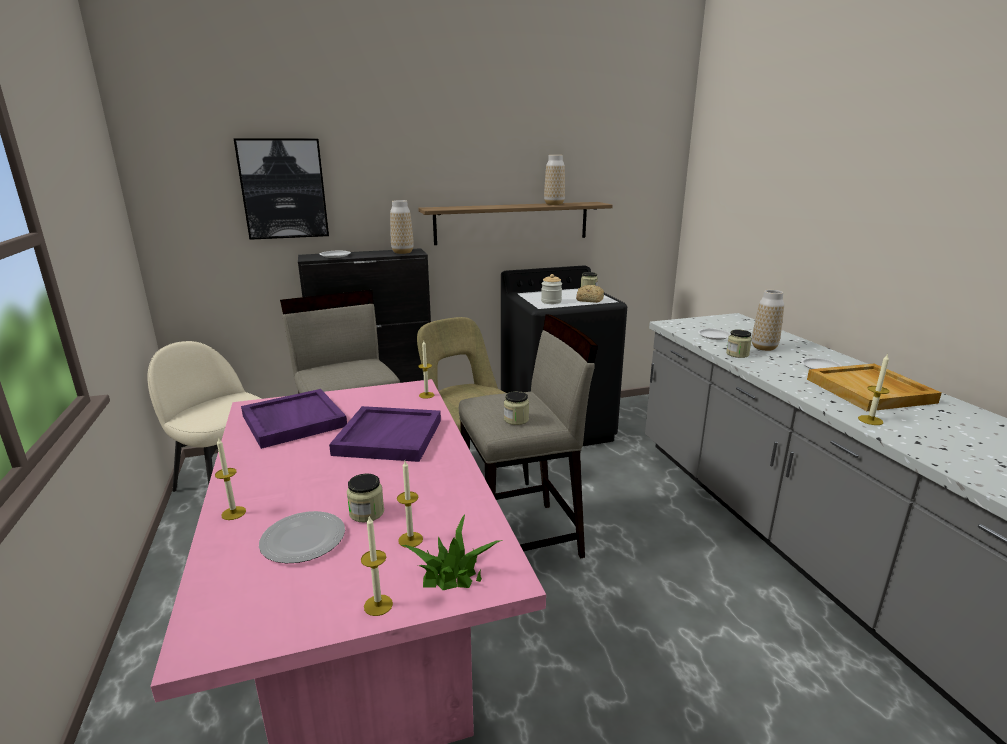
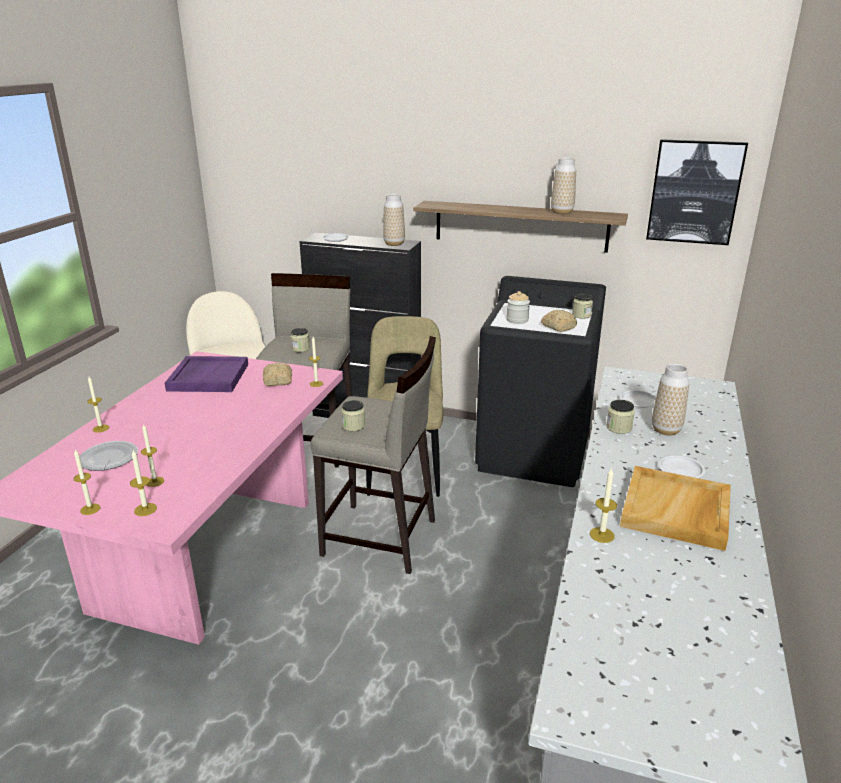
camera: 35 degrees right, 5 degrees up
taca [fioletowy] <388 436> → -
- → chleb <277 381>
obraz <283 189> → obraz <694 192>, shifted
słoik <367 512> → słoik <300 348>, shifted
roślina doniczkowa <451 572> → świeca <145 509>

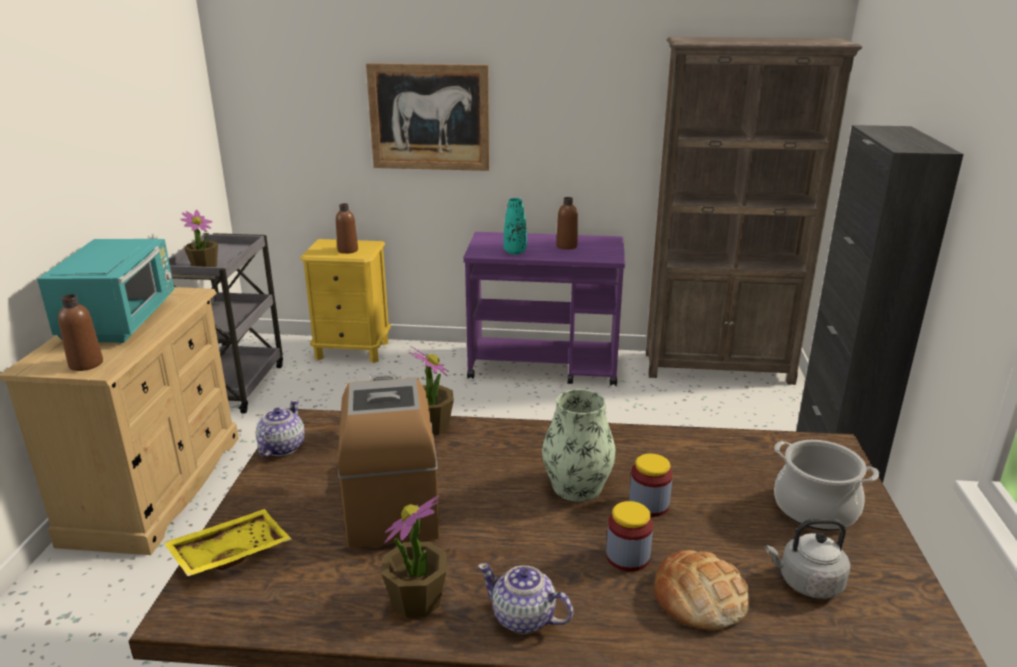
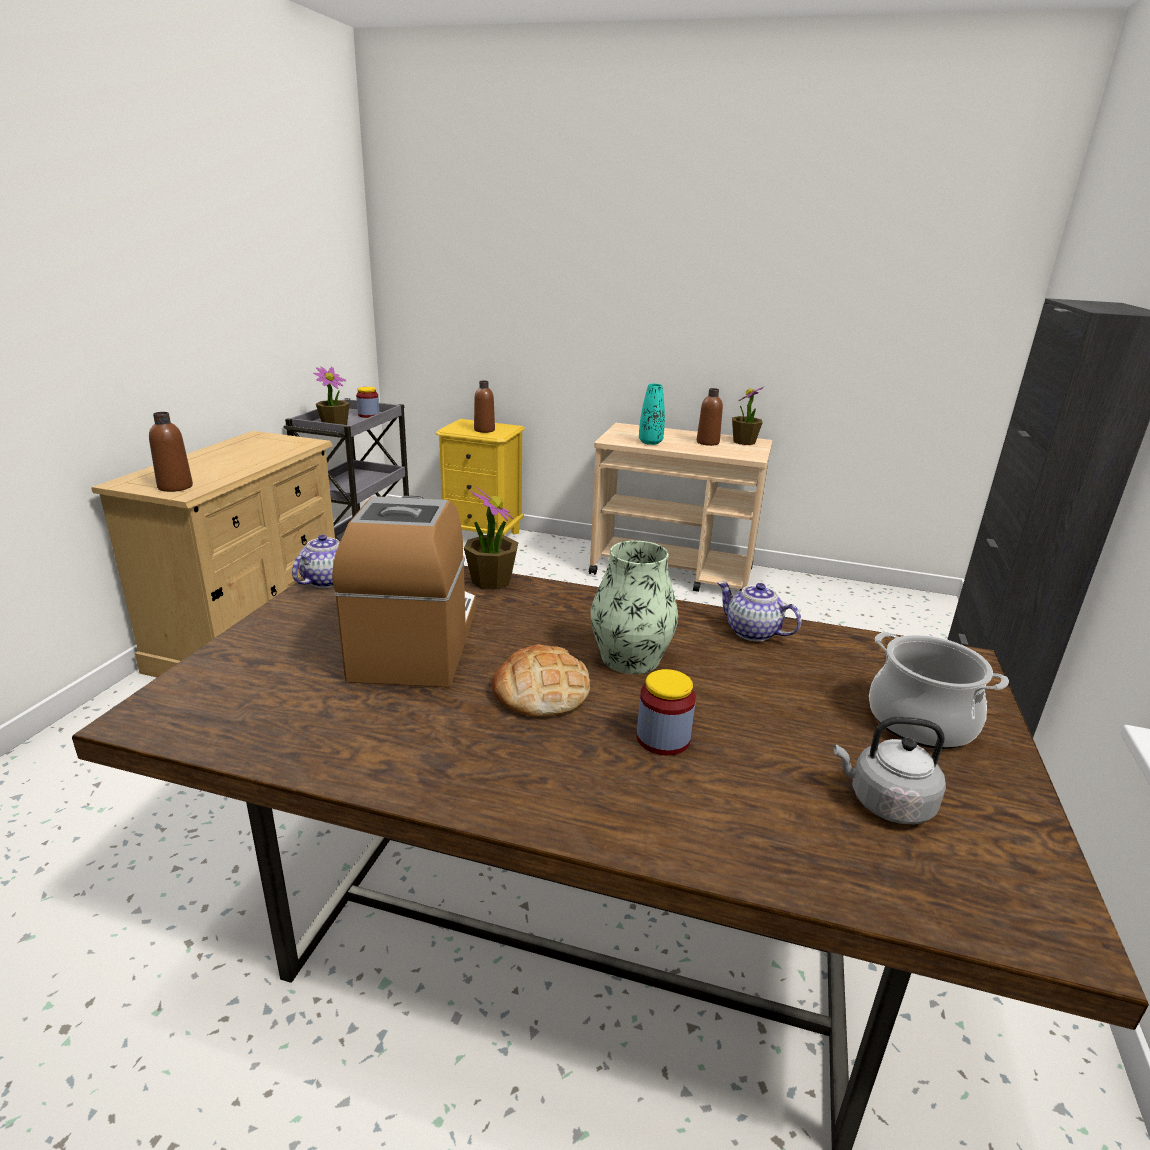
camera: 10 degrees right, 0 degrees up
mikrofalówka [turkusowy] <122 321> → -
taca [żółty] <230 552> → -
obraz <429 117> → -
regał [brązowy] <719 368> → -
roślina doniczkowa <417 601> → roślina doniczkowa <744 442>, shifted
imbryk <524 618> → imbryk <753 632>, shifted
słoik <649 505> → słoik <368 415>, shifted
chleb <699 598> → chleb <540 690>, shifted
wózek [fioletowy] <544 366> → wózek [beżowy] <673 571>

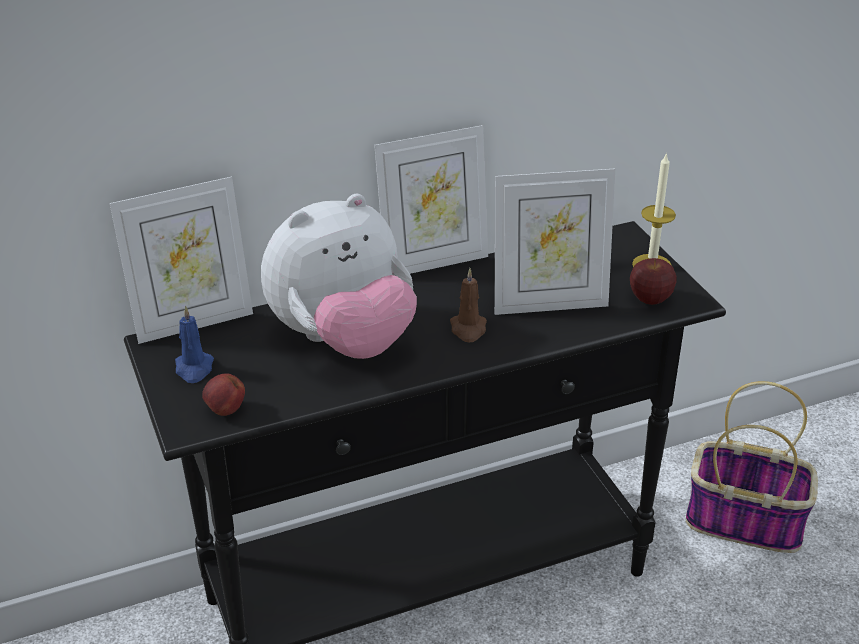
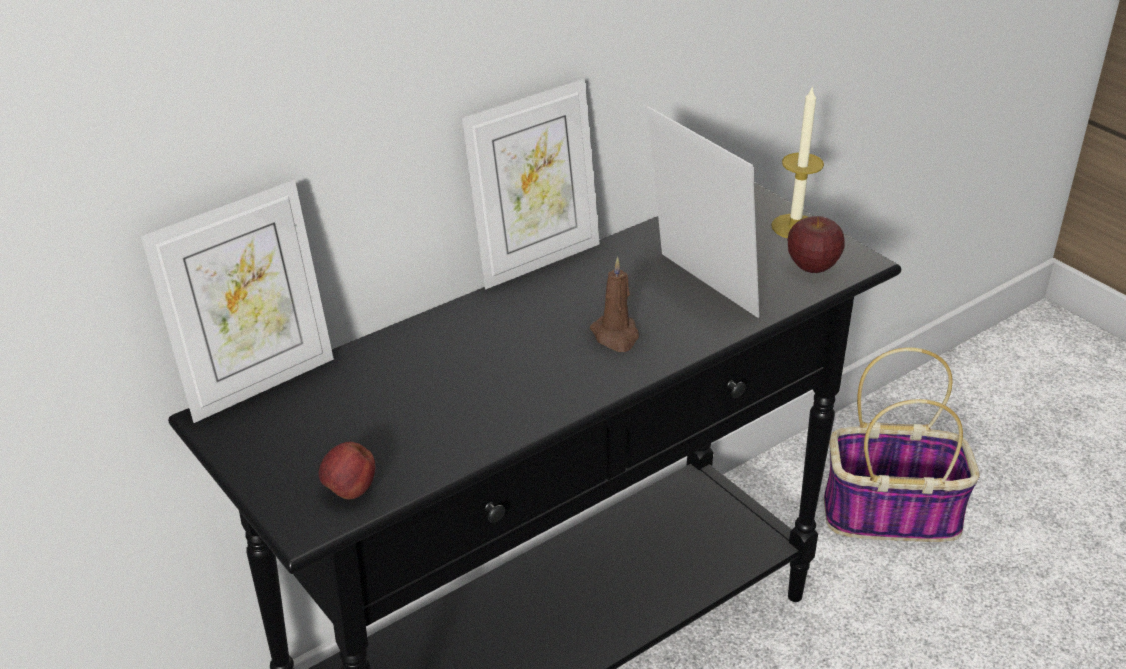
camera: 15 degrees left, 0 degrees up
świeca [niebieski] <194 369> → -
pluszak <343 340> → -
ramka na zdjęcie <549 303> → ramka na zdjęcie <698 289>, 105 degrees counterclockwise

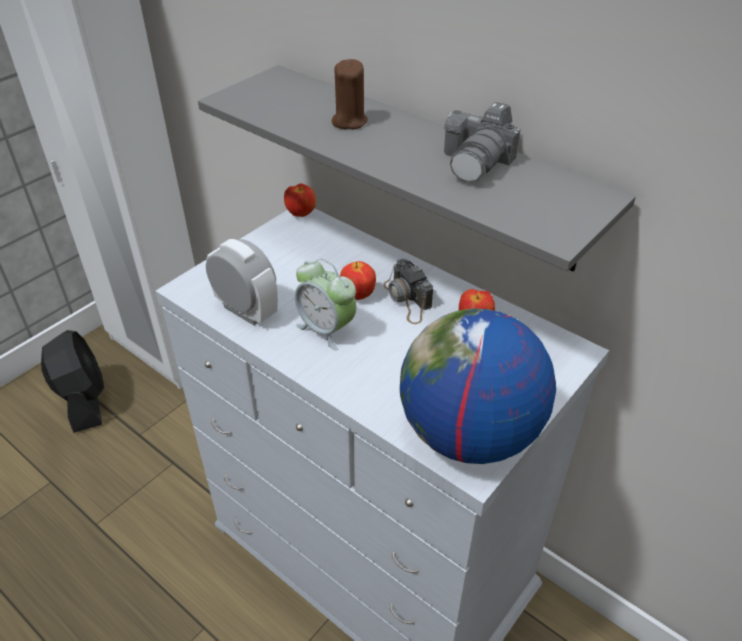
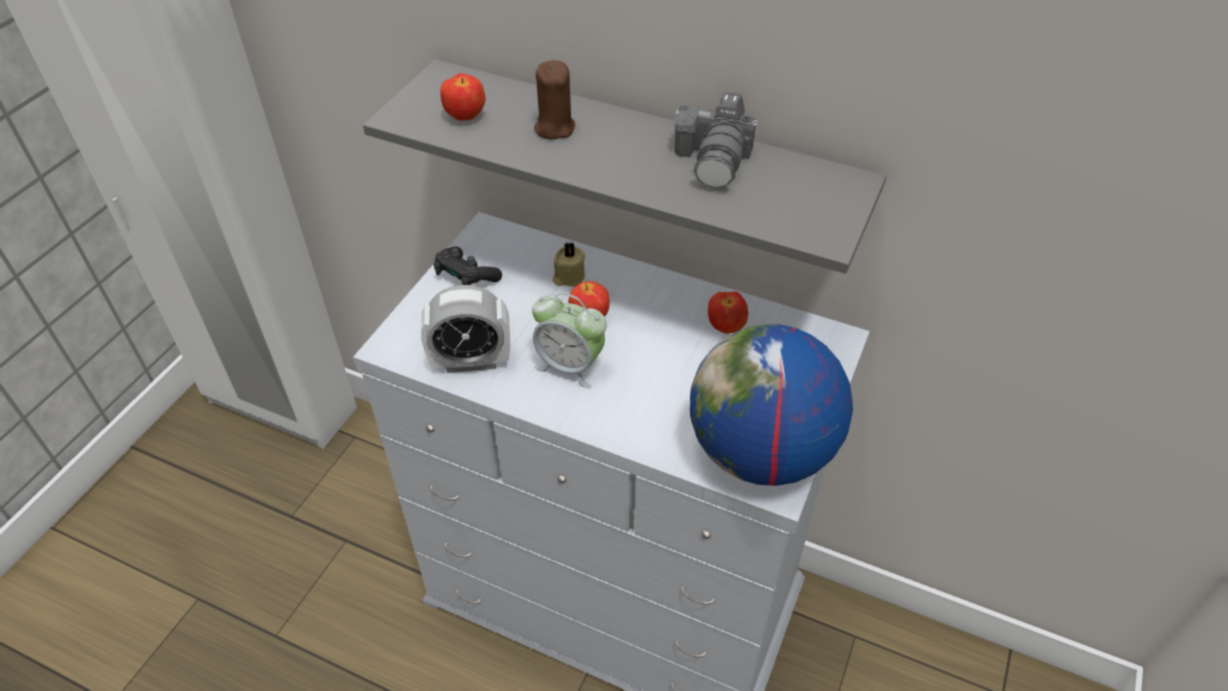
camera: 15 degrees left, 5 degrees up
wentylator [czarny] <84 400> → -
aparat fotograficzny <407 299> → -
- → pad do gier [czarny] <466 277>
- → świeca [beżowy] <568 277>
jabłko <301 214> → jabłko <465 117>, shifted
budzik <246 311> → budzik <471 361>, 150 degrees clockwise

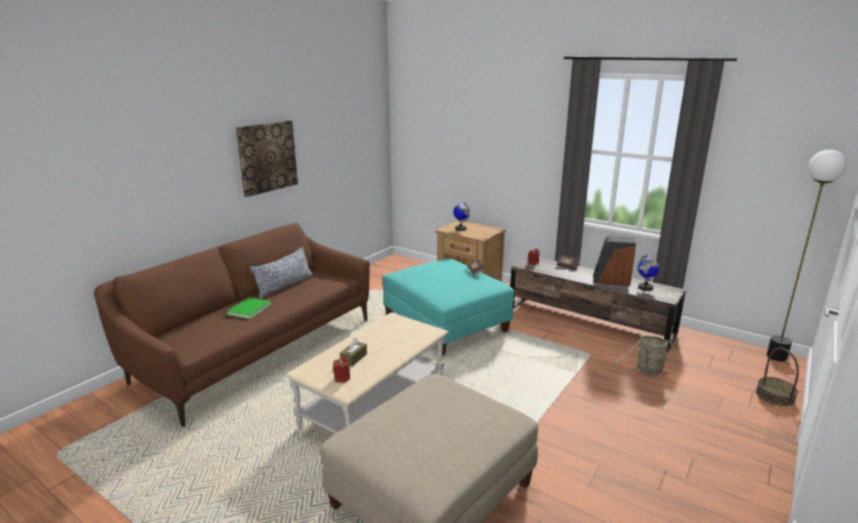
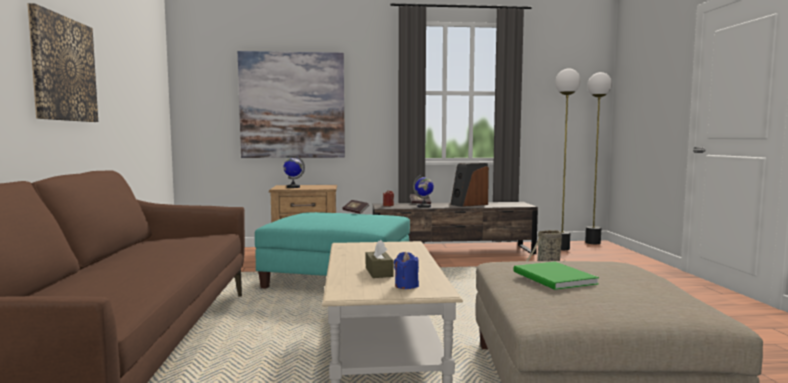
camera: 40 degrees left, 15 degrees down
poduszka <284 286> → -
koszyk <775 396> → -
- → obraz <292 105>
- → lampa stojąca <561 248>
książka [zielony] <247 309> → książka [zielony] <554 278>, shifted
globus <645 287> → globus <424 206>, shifted
świeca [czerwony] <342 378> → świeca [niebieski] <406 286>

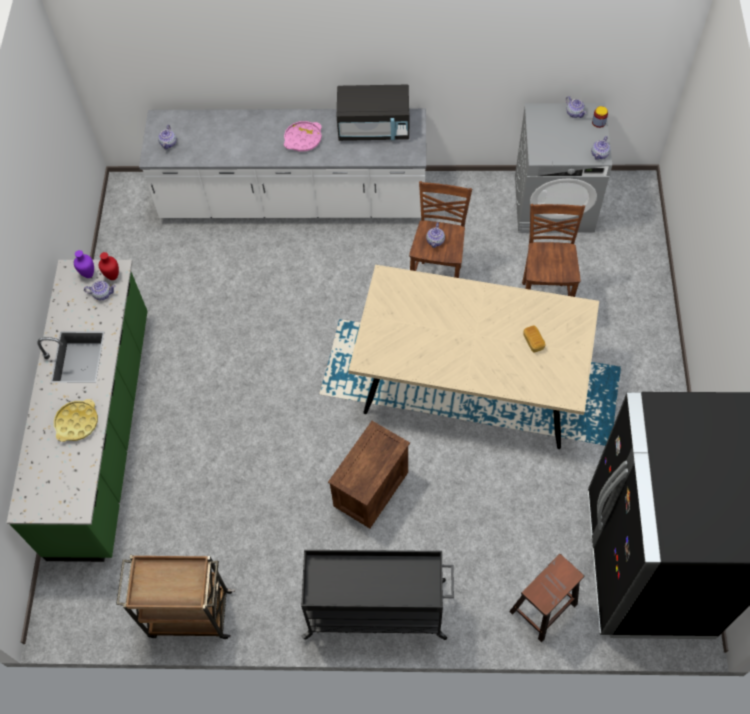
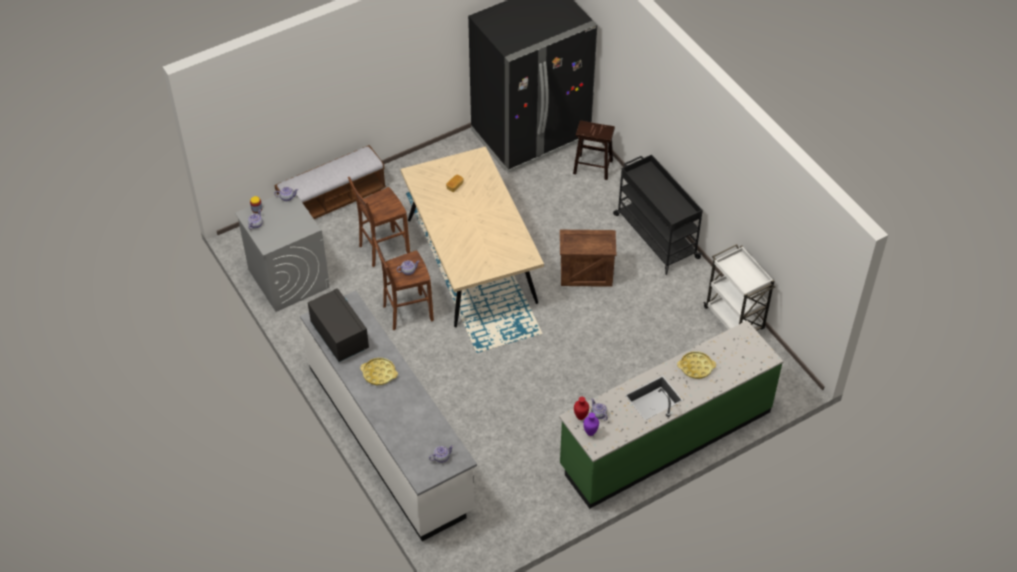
camera: 125 degrees left, 10 degrees down
- → ławka <333 200>
wózek [brązowy] <189 614> → wózek [biały] <734 319>
taca [różowy] <303 139> → taca [żółty] <379 373>

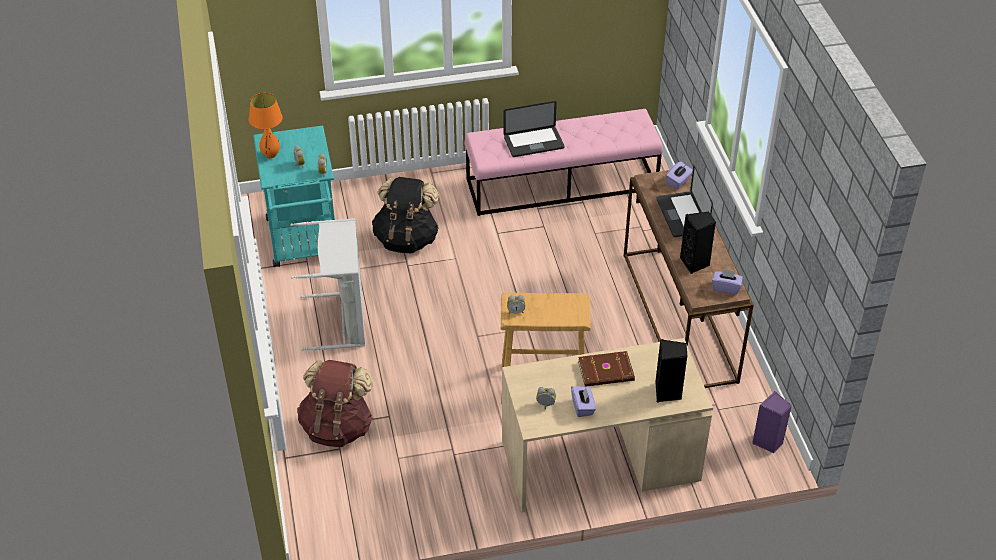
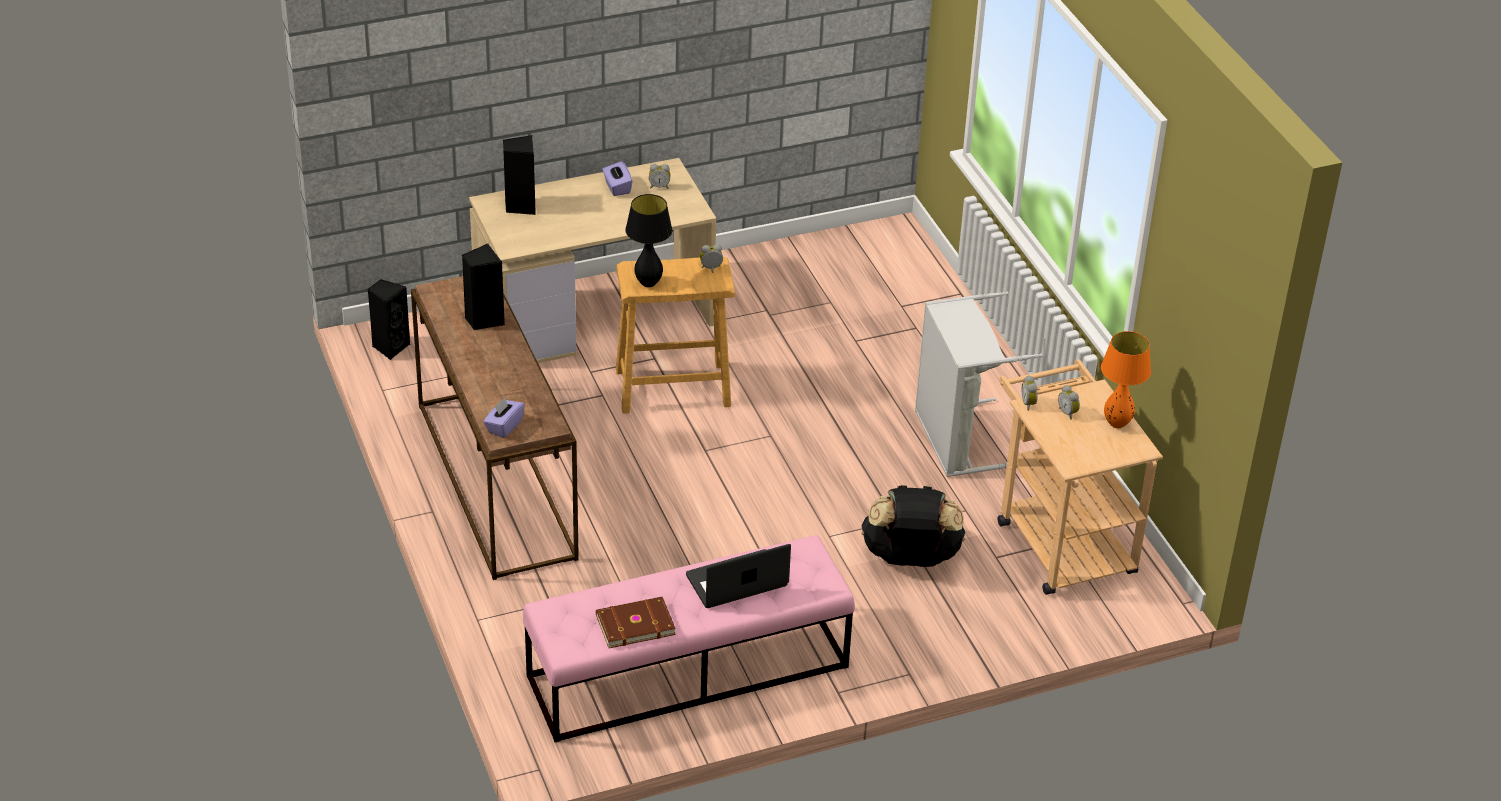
camera: 170 degrees right, 5 degrees down
plecak [brązowy] <337 427> → -
laptop <682 215> → -
pudełko chusteczek [fioletowy] <726 288> → -
- → lampa stołowa [czarny] <648 283>
książka [brązowy] <606 372> → książka [brązowy] <634 624>, shifted
wózek [turkusowy] <304 244> → wózek [beżowy] <1060 539>
głośnik [fioletowy] <768 442> → głośnik [czarny] <390 347>

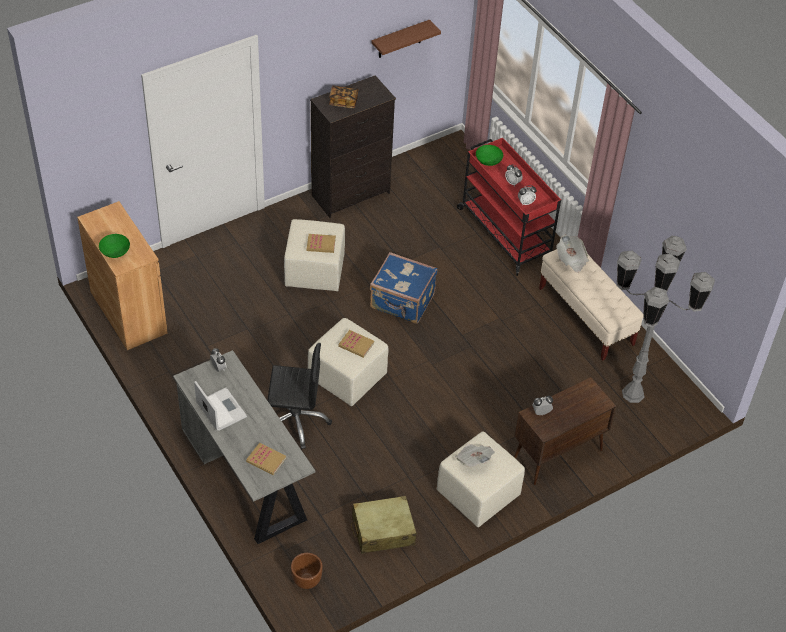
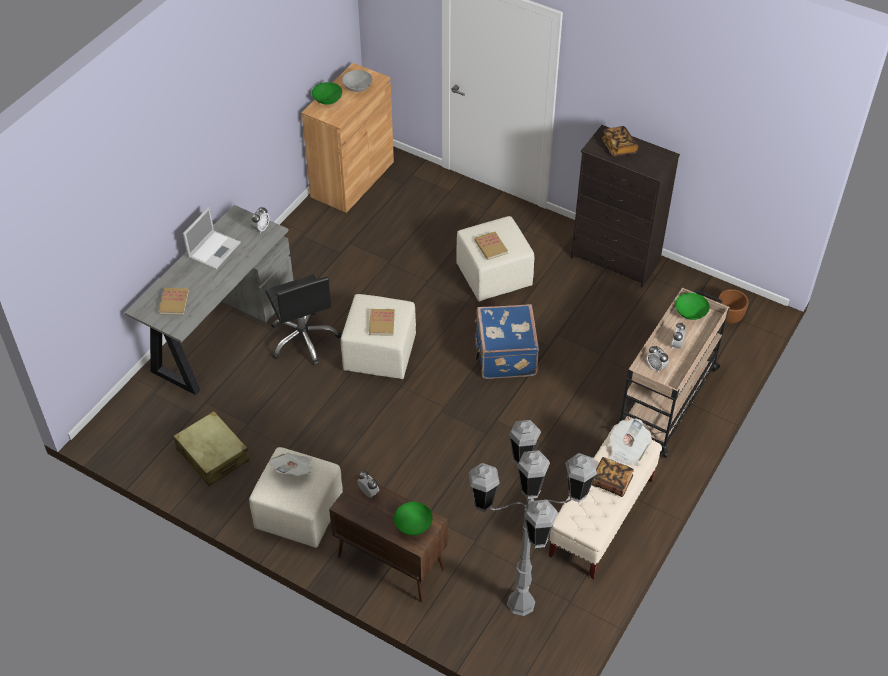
camera: 65 degrees right, 0 degrees up
półka [brązowy] <400 39> → -
- → miska [szary] <358 88>
- → miska [zielony] <414 525>
- → książka <611 482>
donica [brązowy] <307 580> → donica [brązowy] <729 318>, shifted
wózek [czerwony] <504 232> → wózek [beżowy] <667 399>

